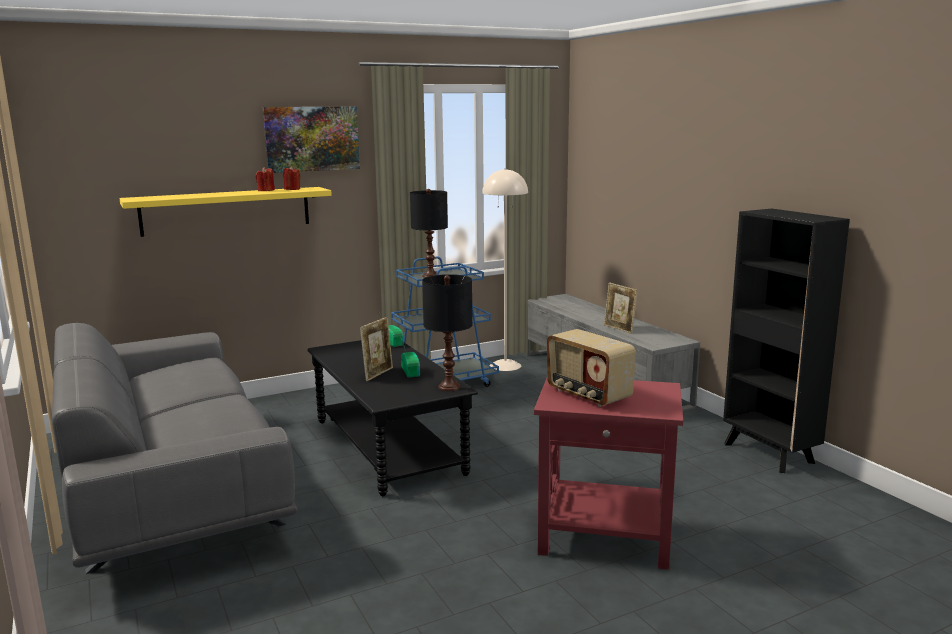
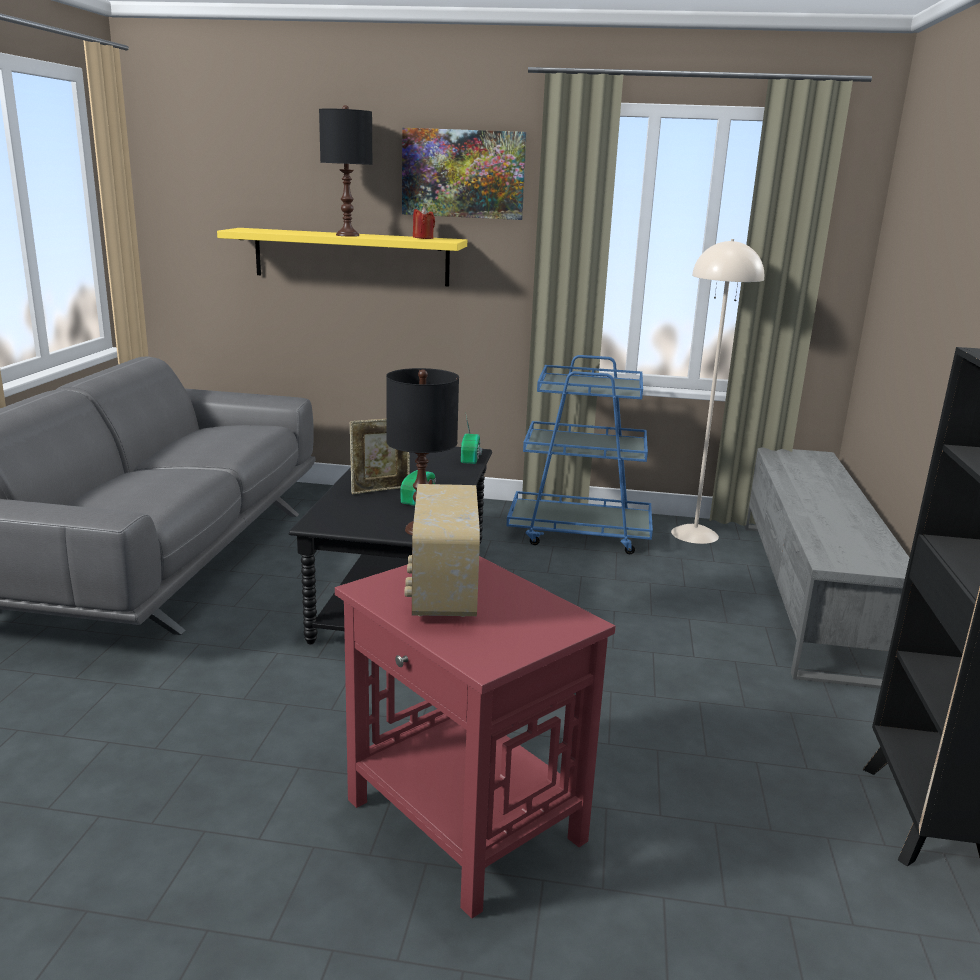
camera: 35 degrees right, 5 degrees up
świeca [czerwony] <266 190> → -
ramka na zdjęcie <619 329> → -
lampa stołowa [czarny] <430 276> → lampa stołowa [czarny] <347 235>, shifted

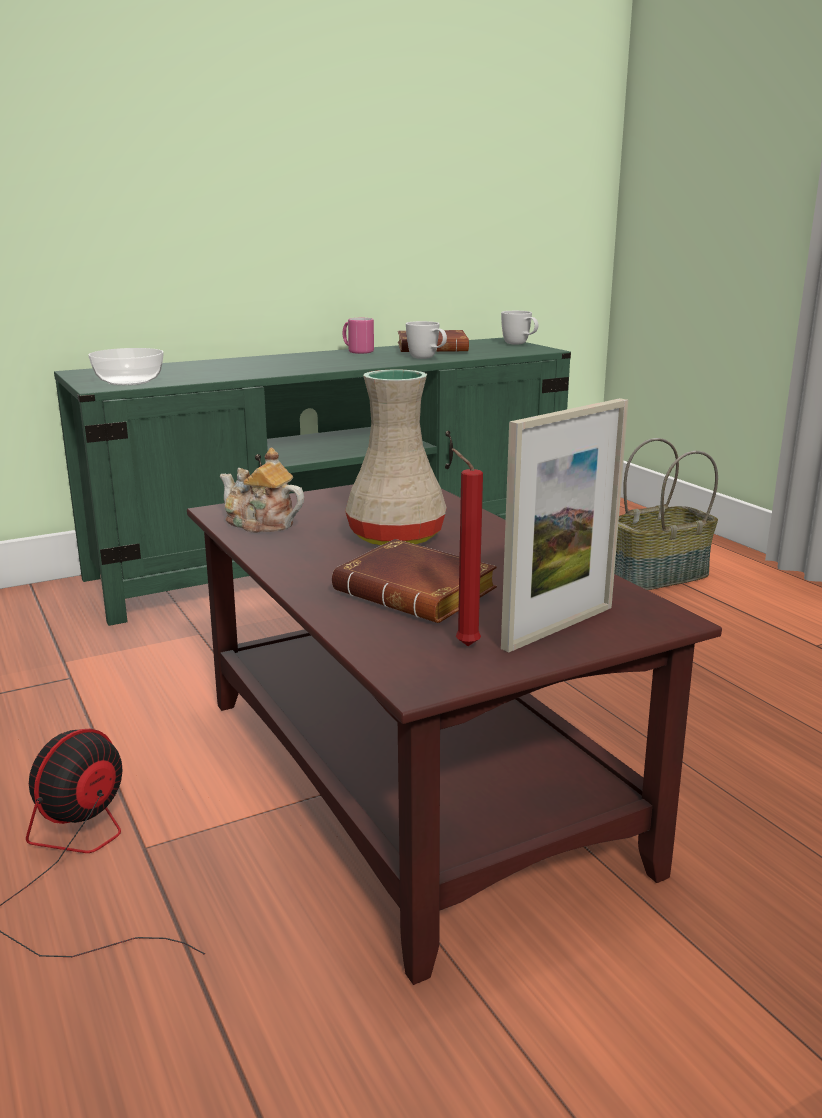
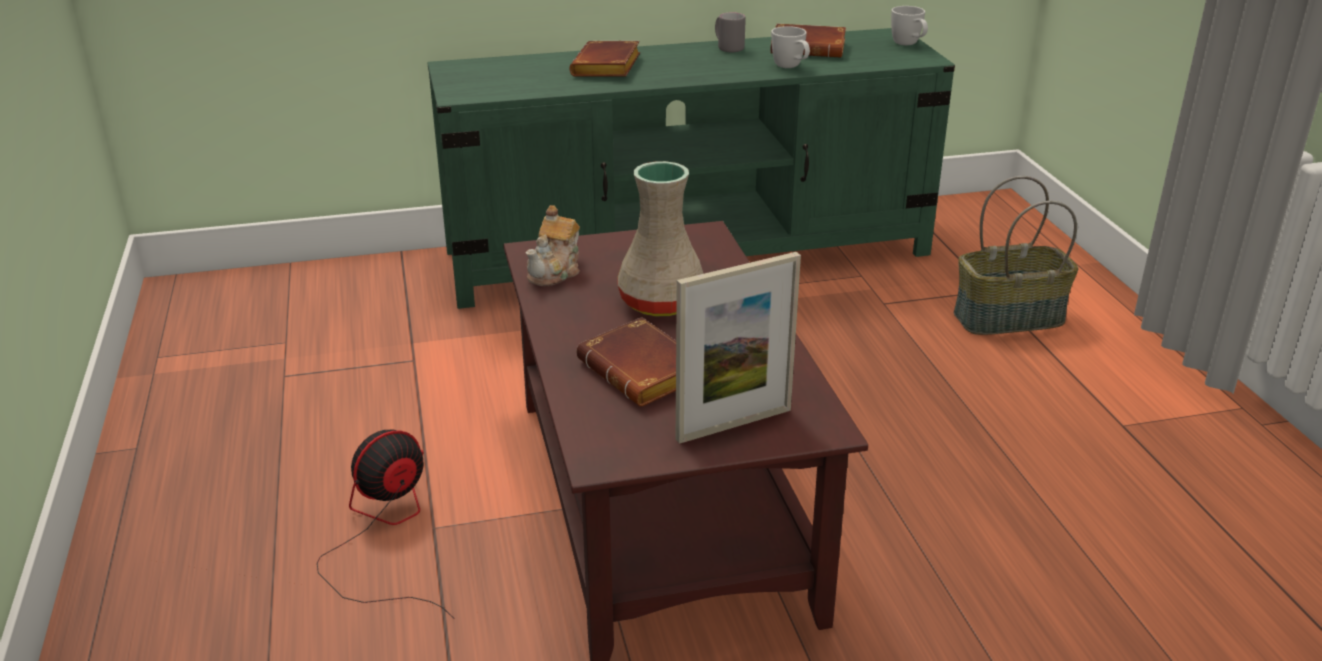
camera: 15 degrees right, 10 degrees up
miska <128 381> → -
świeca [czerwony] <464 645> → -
- → książka [brązowy] <608 68>
kubek [różowy] <357 352> → kubek [szary] <727 48>
imbryk <260 524> → imbryk <555 272>, 105 degrees counterclockwise

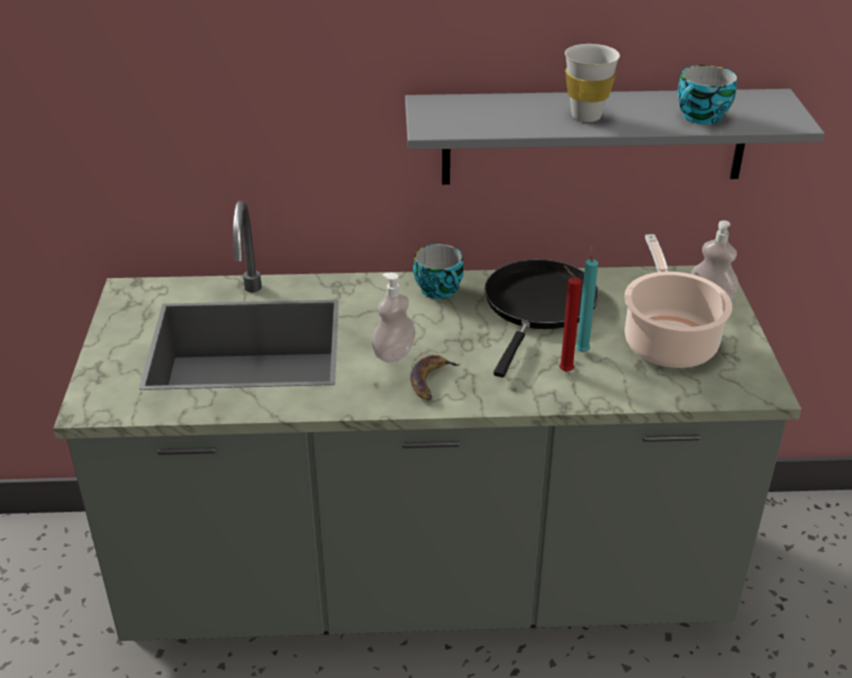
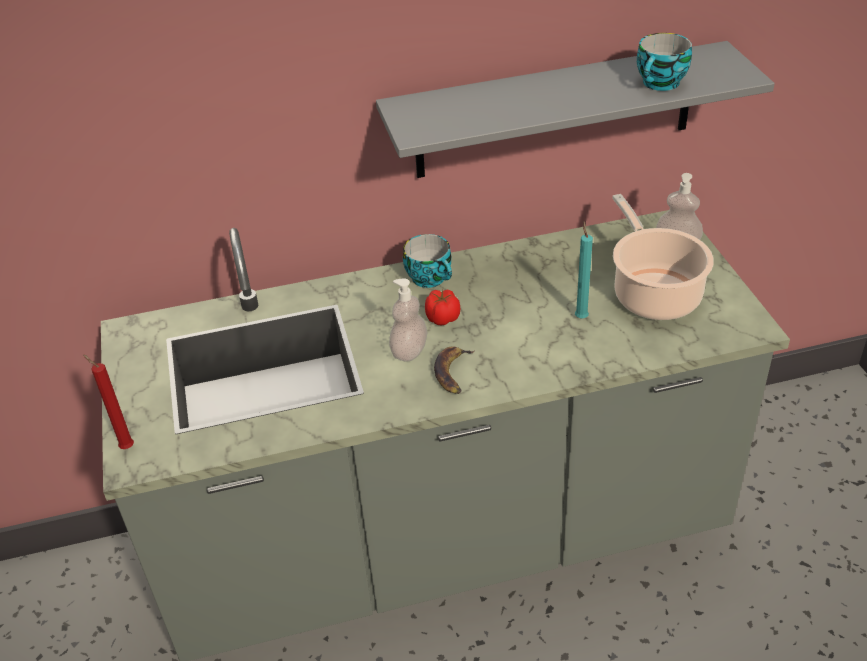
camera: 10 degrees left, 5 degrees up
patelnia [czarny] <538 307> → -
filiżanka [biały] <586 116> → -
- → pomidor <442 318>
świeca [czerwony] <564 370> → świeca [czerwony] <125 447>, shifted

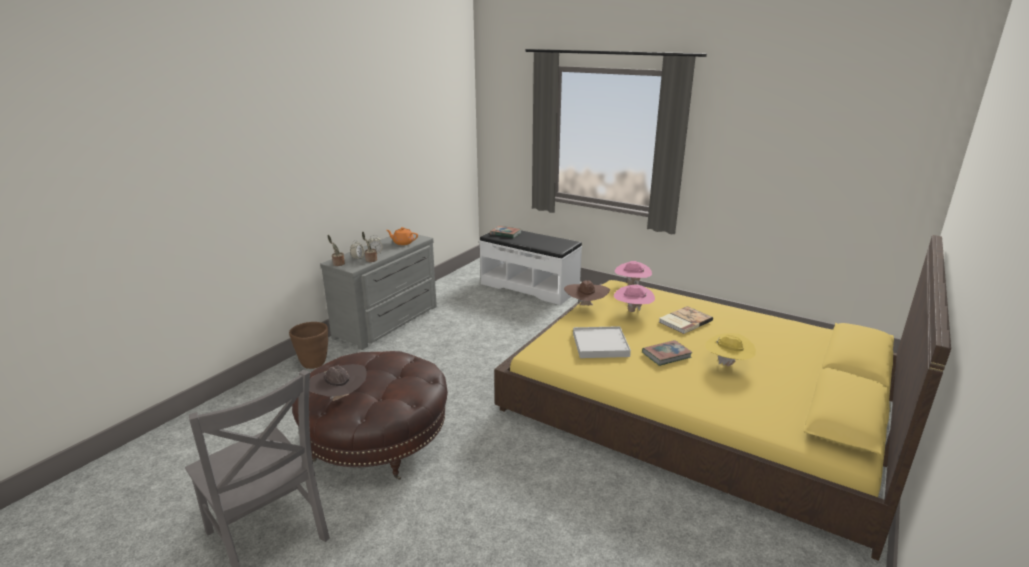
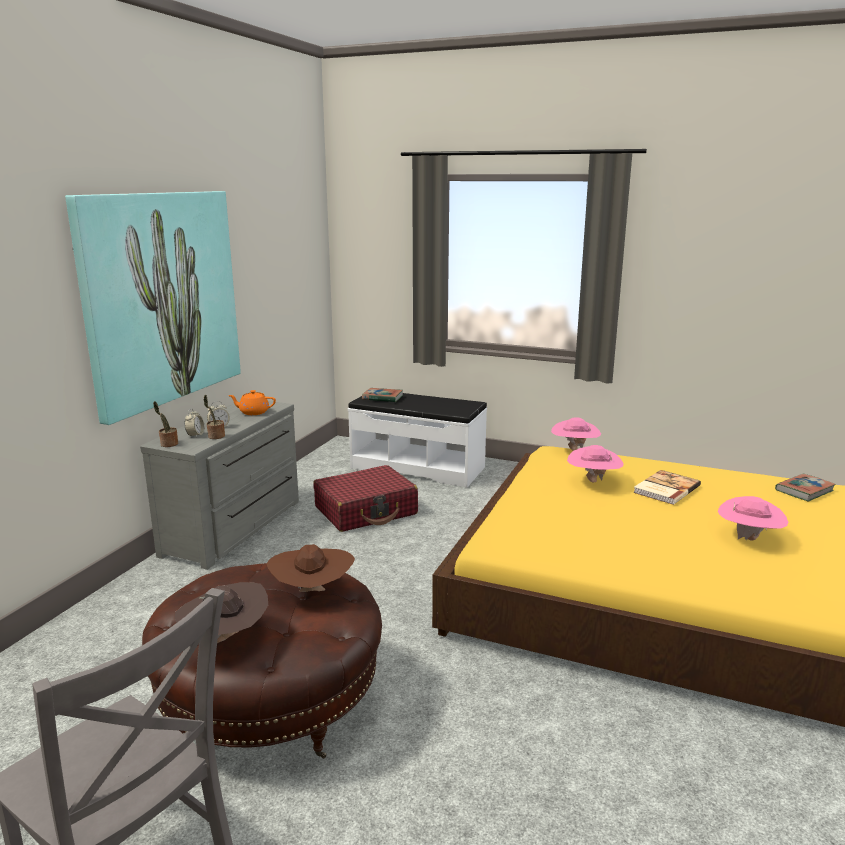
camera: 10 degrees left, 5 degrees down
donica [brązowy] <313 363> → -
taca [biały] <600 345> → -
- → obraz <161 298>
- → walizka [czerwony] <366 511>
kapelusz [brązowy] <586 306> → kapelusz [brązowy] <312 593>, shifted
książka <666 355> → książka <804 491>, shifted
kapelusz [żółty] <727 364> → kapelusz [różowy] <749 539>

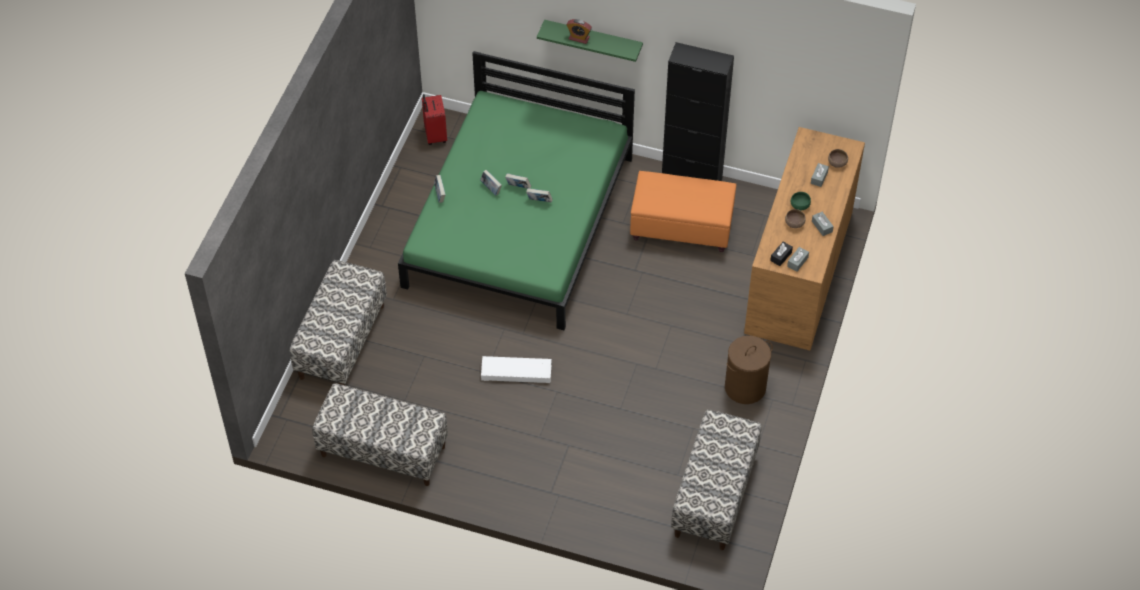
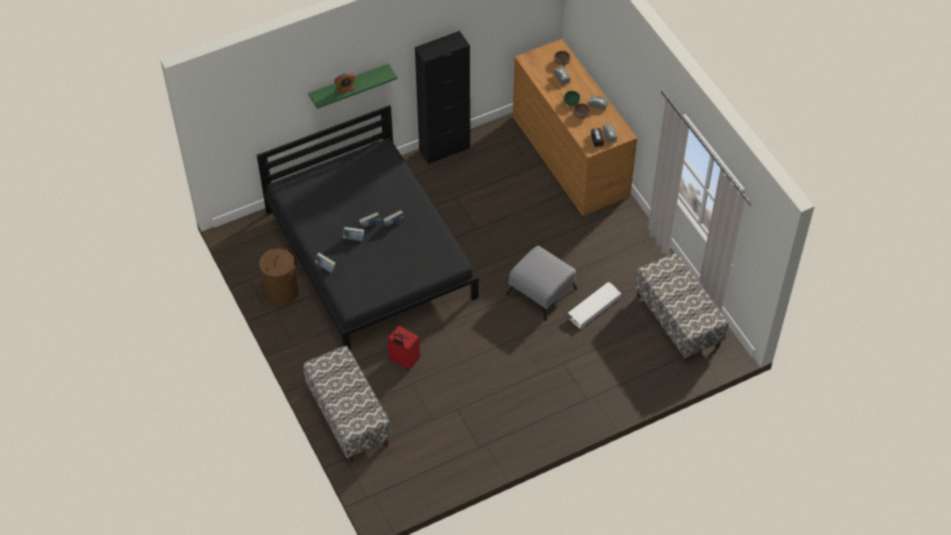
camera: 45 degrees left, 0 degrees up
ławka <383 451> → -
pufa [pomarańczowy] <682 227> → -
- → pufa [szary] <541 292>
walizka [czerwony] <434 135> → walizka [czerwony] <403 361>, shifted
pojemnik do przechowywania [biały] <516 372> → pojemnik do przechowywania [biały] <593 307>, shifted
kosz na pranie [brązowy] <745 387> → kosz na pranie [brązowy] <281 292>, shifted
łóżko [zielony] <520 221> → łóżko [czarny] <370 253>

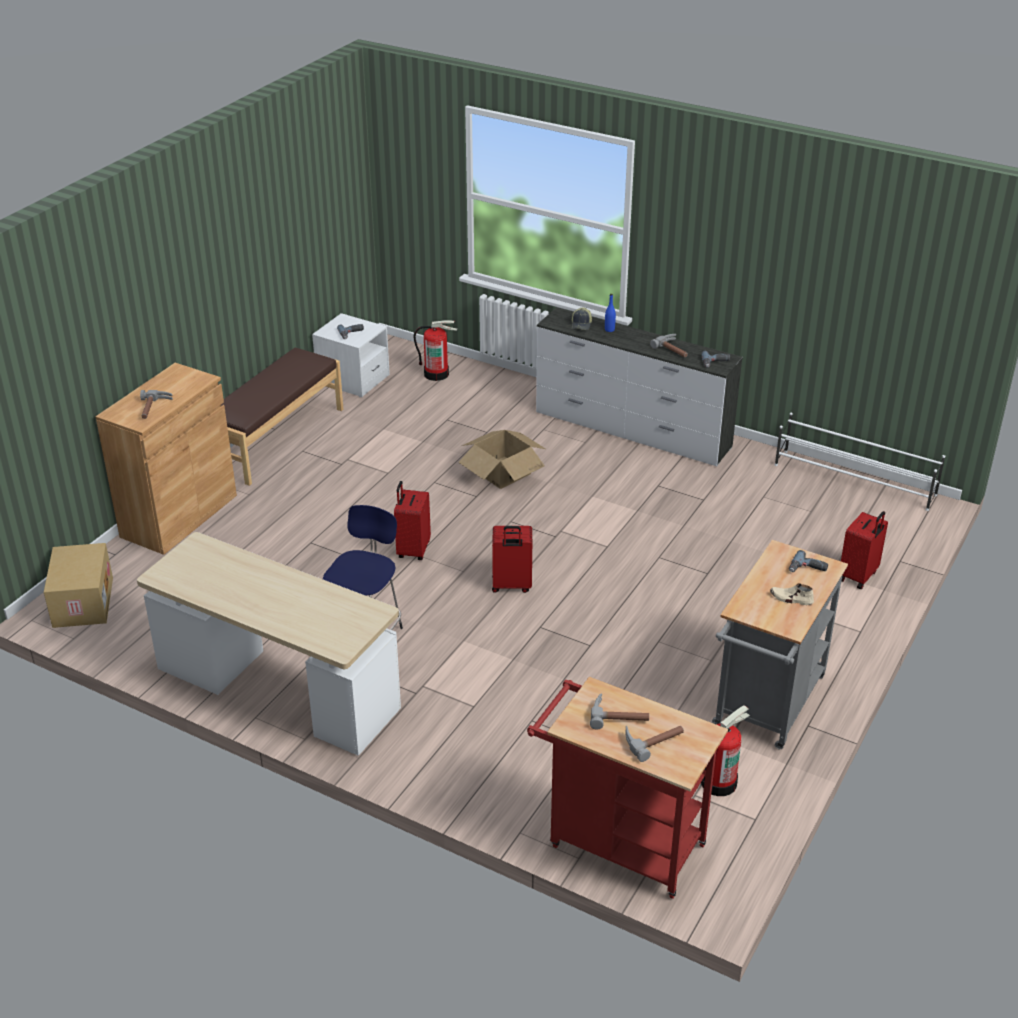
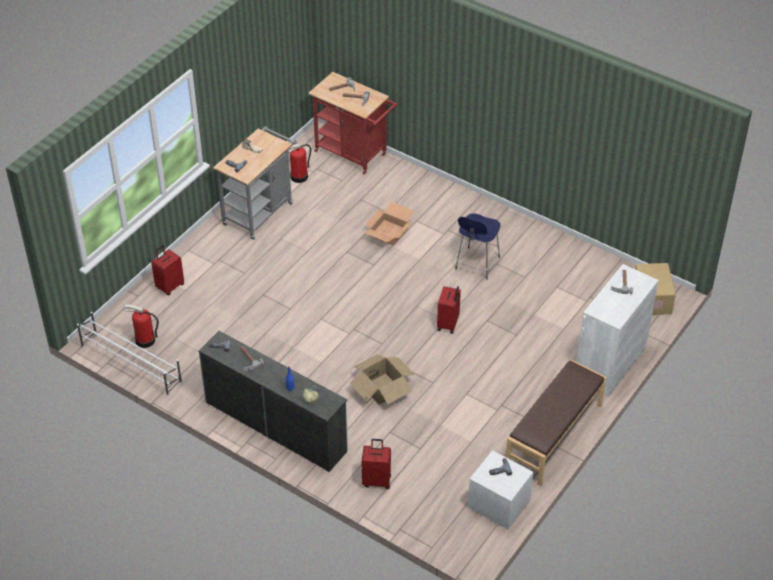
camera: 175 degrees left, 10 degrees up
biurko <277 690> → -
- → karton <389 233>
gaśnica <436 374> → gaśnica <145 340>, shifted
walizka [czerwony] <511 585> → walizka [czerwony] <377 480>, shifted
szafka [brązowy] <179 516> → szafka [biały] <610 363>

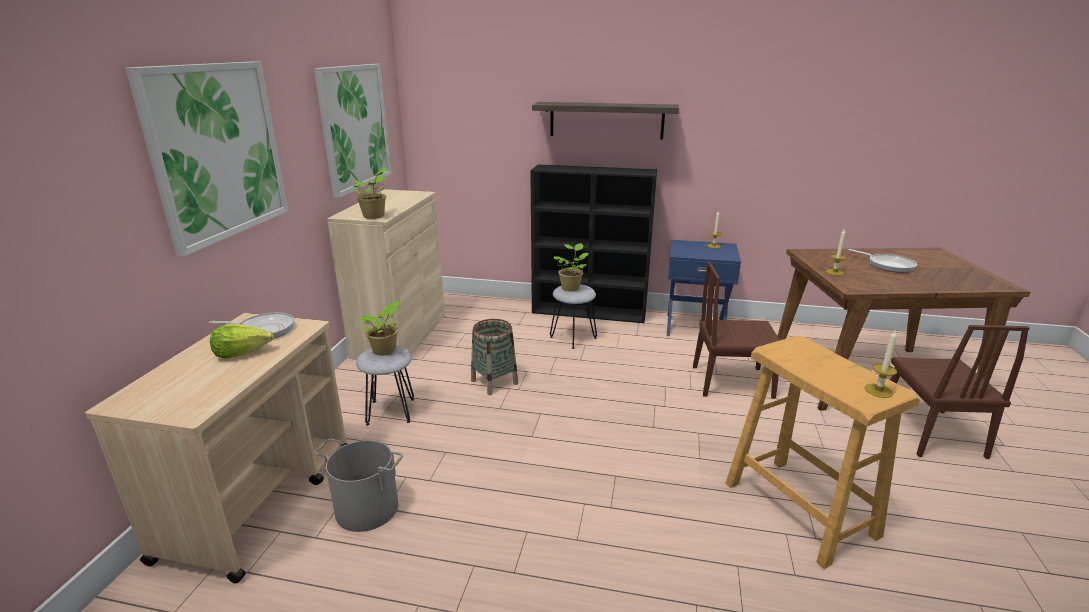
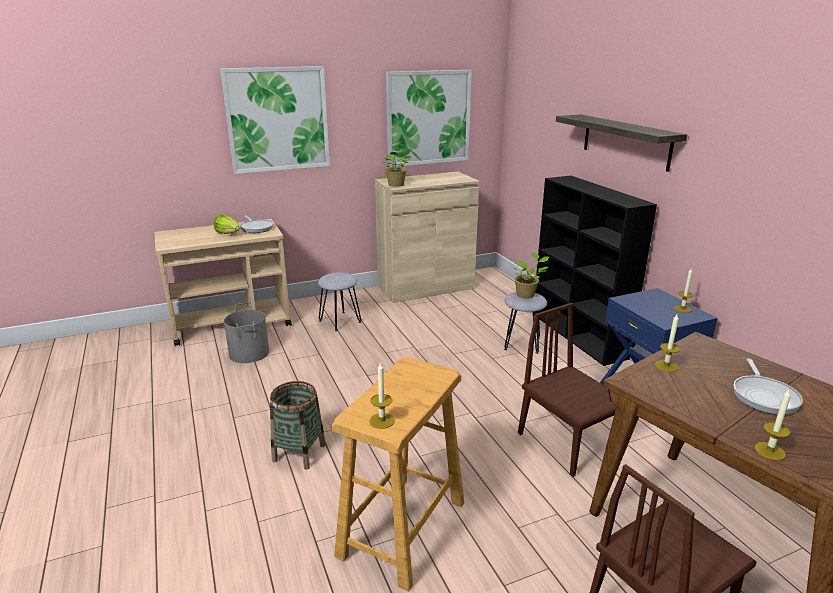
camera: 55 degrees right, 0 degrees up
roślina doniczkowa <385 351> → -
- → świeca <769 451>
koszyk <494 382> → koszyk <299 452>, shifted

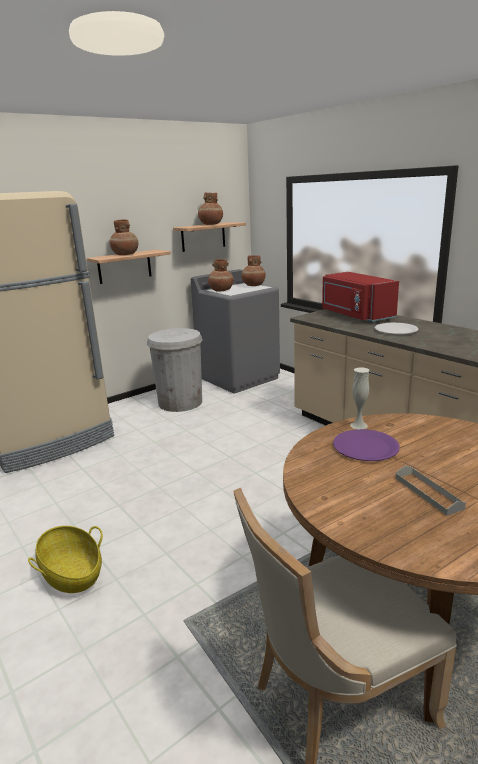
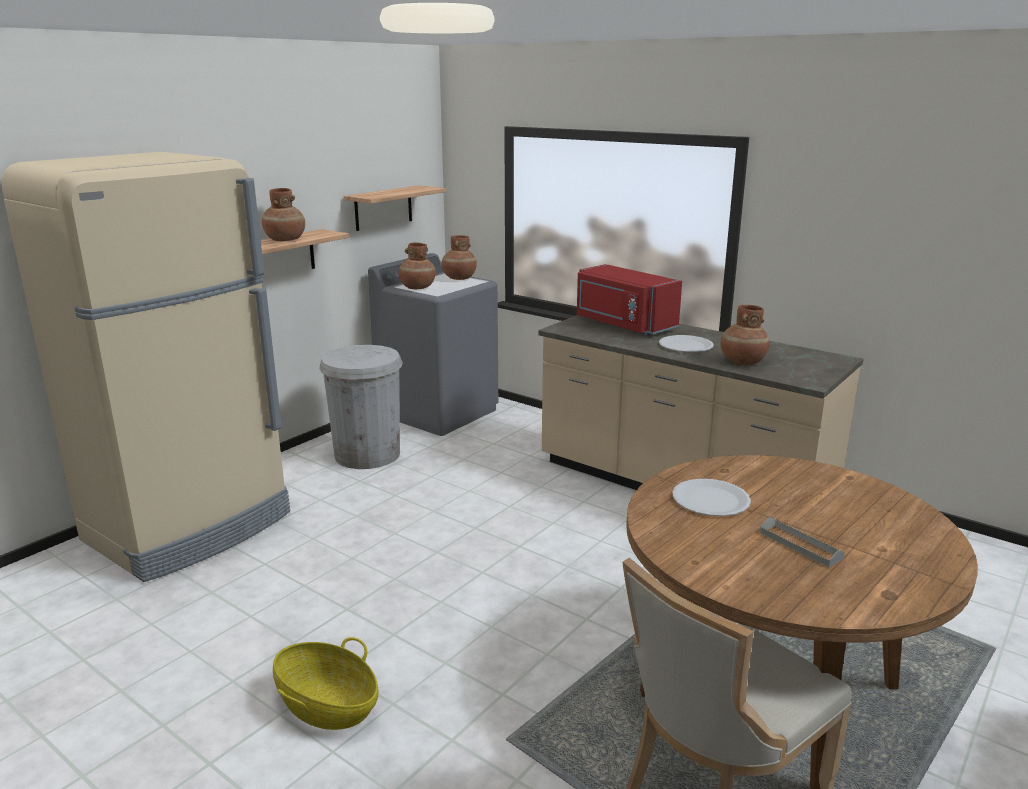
camera: 15 degrees left, 0 degrees up
wazon [biały] <358 425> → -
wazon [brązowy] <211 224> → wazon [brązowy] <742 362>, shifted
talerz [fioletowy] <365 447> → talerz [biały] <710 500>

